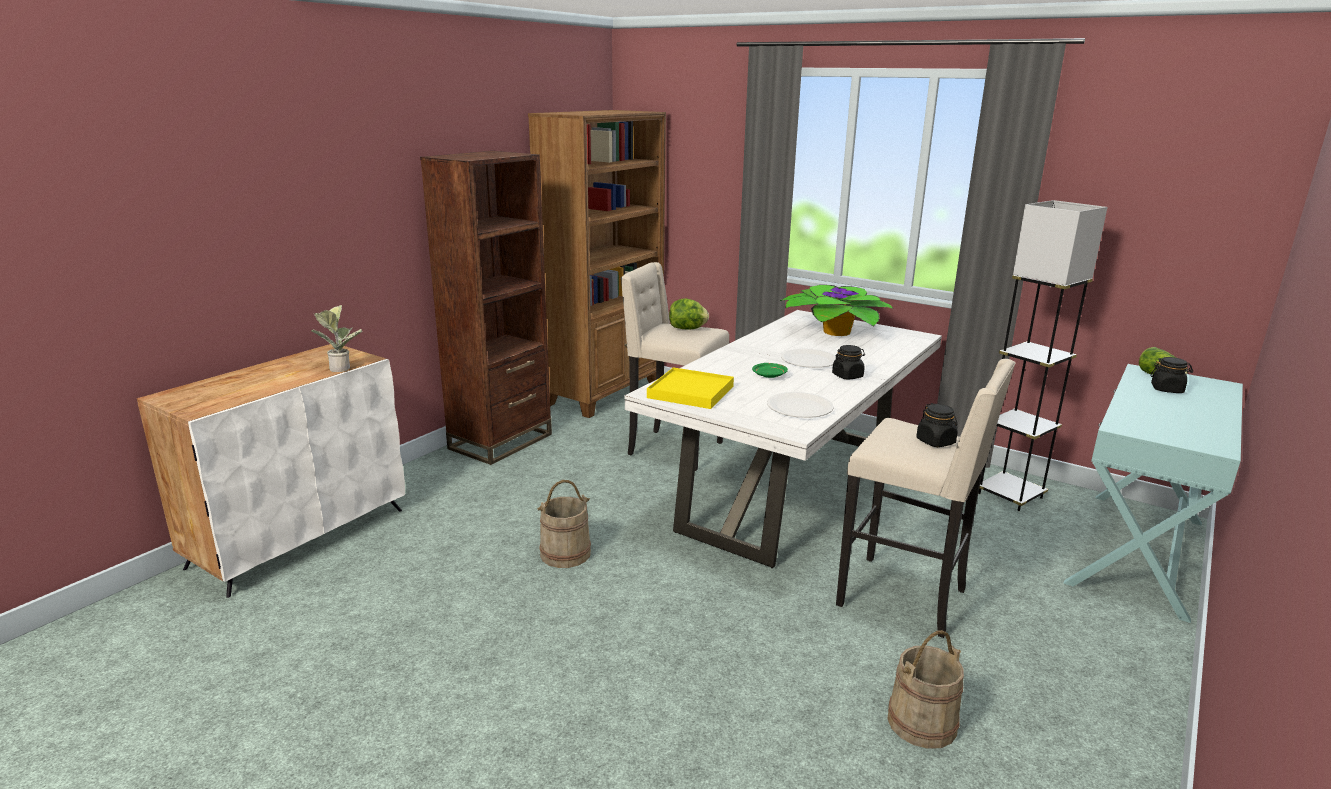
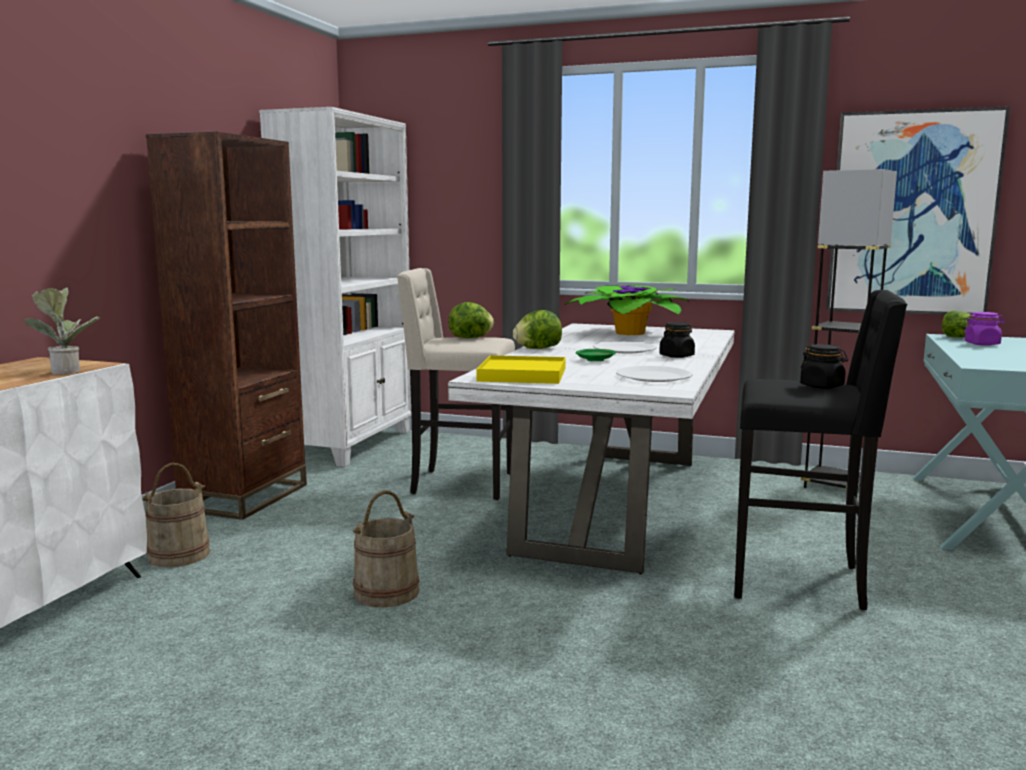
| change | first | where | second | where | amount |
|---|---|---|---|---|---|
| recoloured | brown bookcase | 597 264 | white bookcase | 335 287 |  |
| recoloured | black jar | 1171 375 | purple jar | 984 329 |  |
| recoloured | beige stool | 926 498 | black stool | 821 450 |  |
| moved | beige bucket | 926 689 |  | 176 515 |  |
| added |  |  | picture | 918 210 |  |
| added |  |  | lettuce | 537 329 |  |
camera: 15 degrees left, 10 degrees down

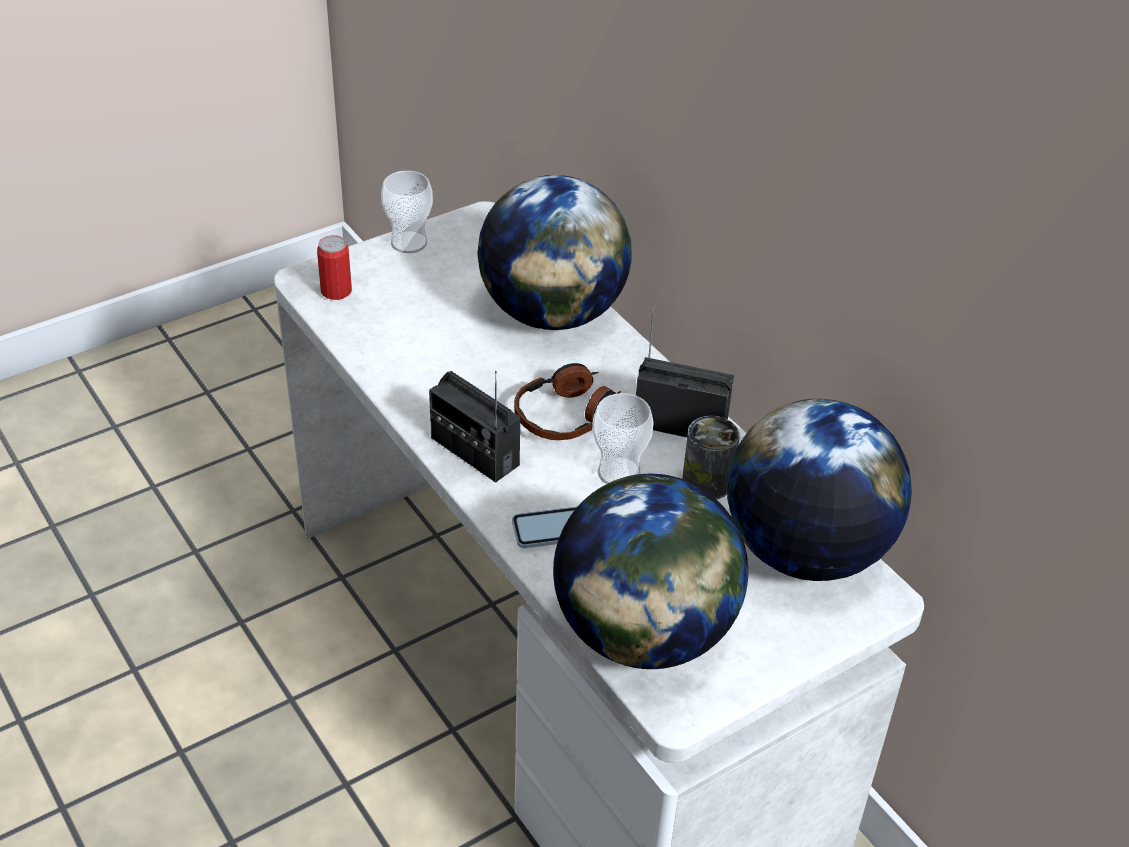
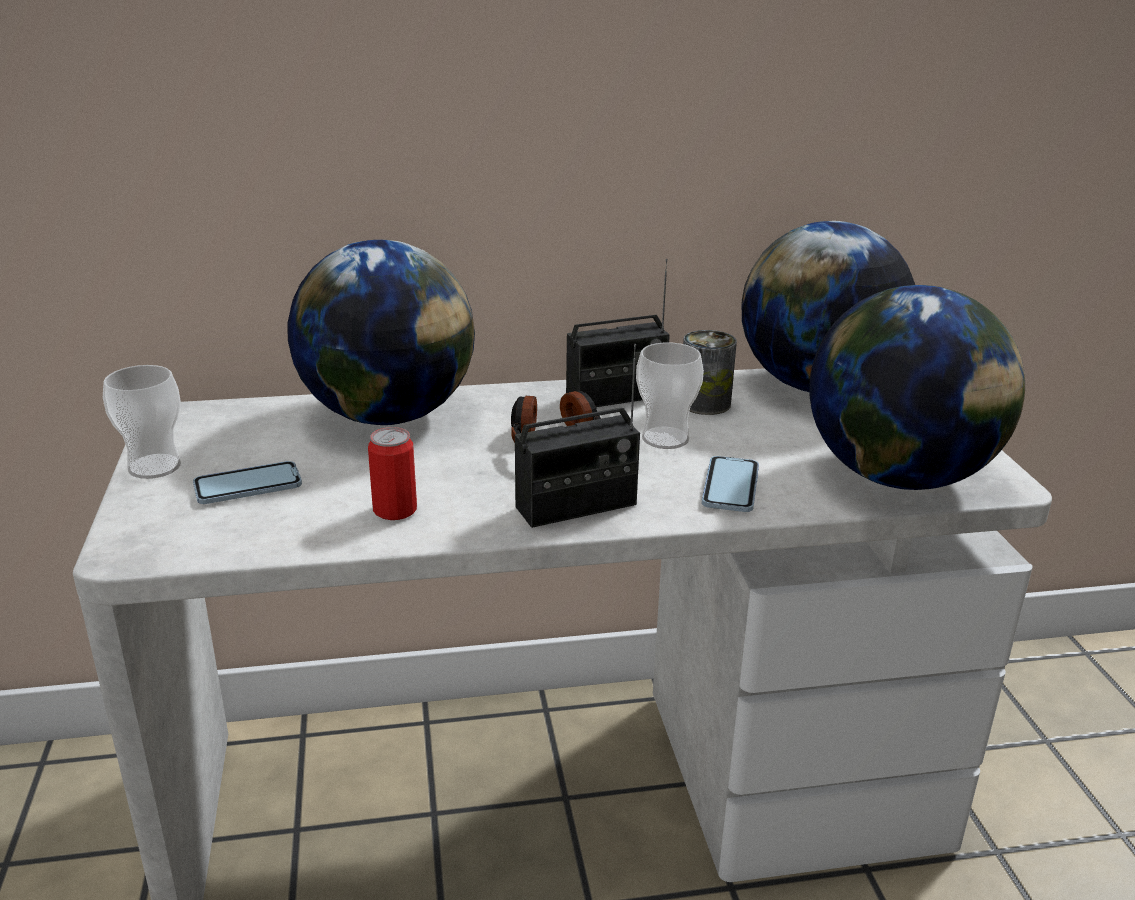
| change | first | where | second | where | amount |
|---|---|---|---|---|---|
| moved | can | 334 267 |  | 392 473 |  |
| turned | radio | 685 370 |  | 618 333 | 150 degrees counterclockwise |
| added |  |  | phone | 247 482 |  |
camera: 65 degrees left, 15 degrees down

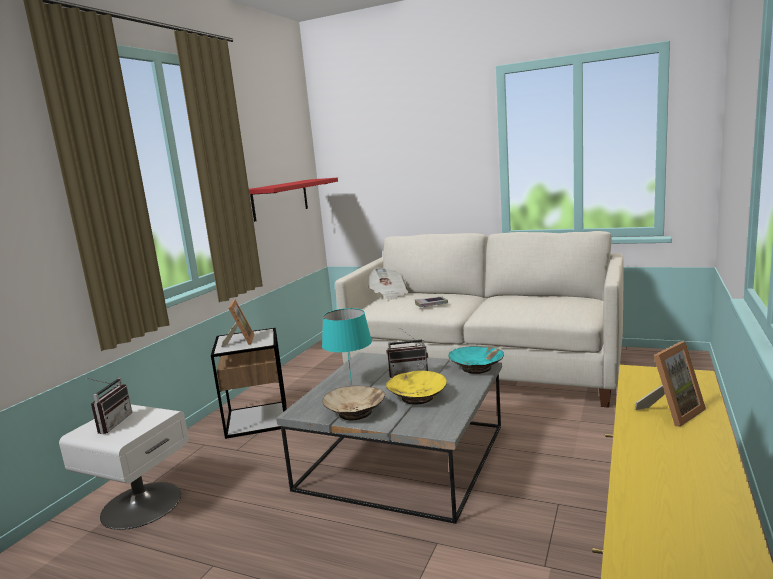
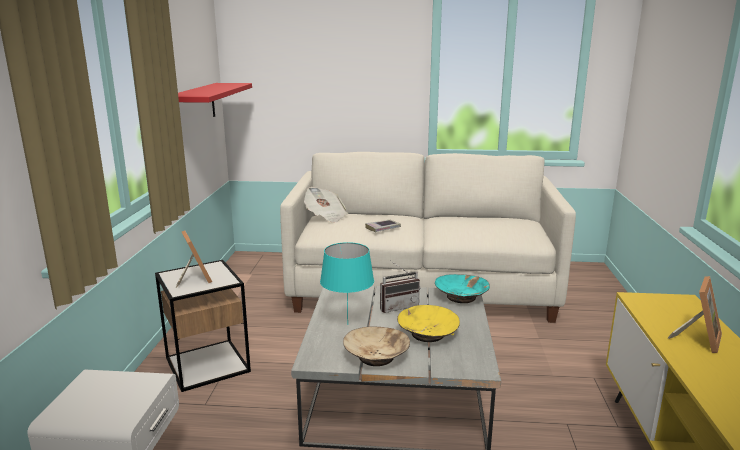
| change | first | where | second | where | amount |
|---|---|---|---|---|---|
| removed | radio | 109 406 |  |  |  |
camera: 20 degrees left, 5 degrees up

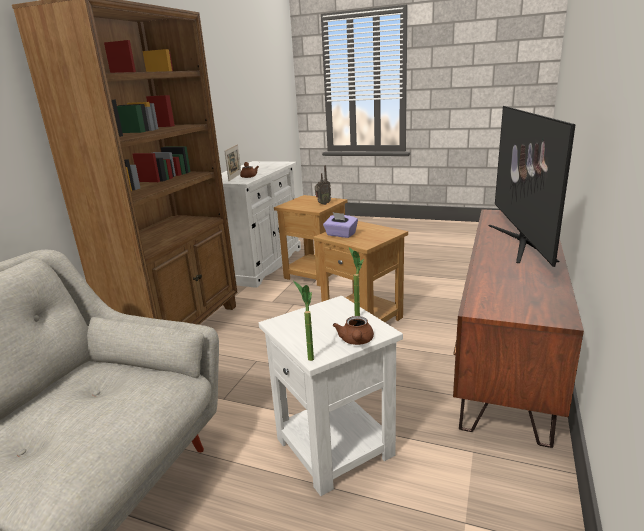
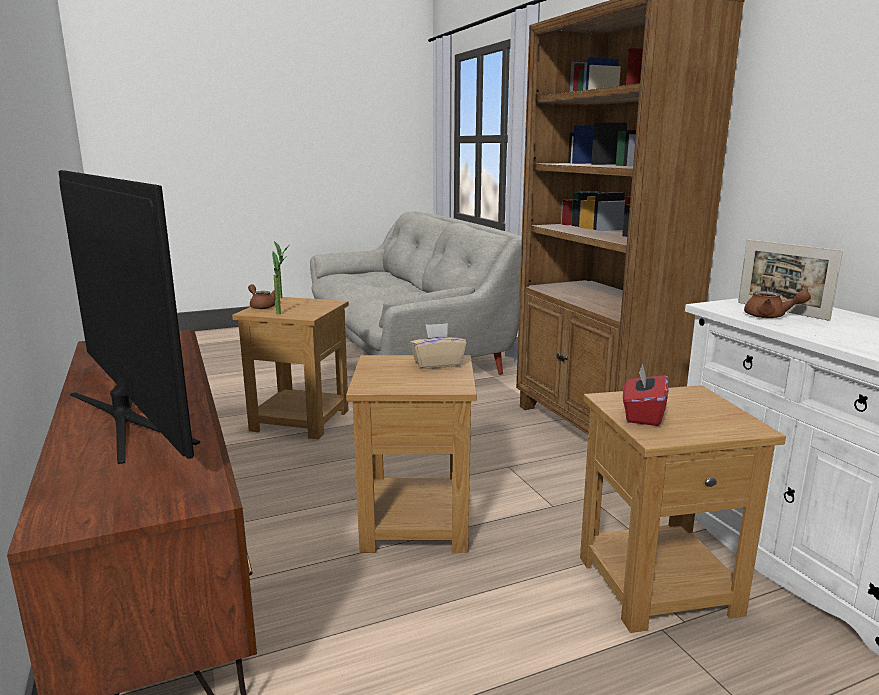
| change | first | where | second | where | amount |
|---|---|---|---|---|---|
| replaced | radio | 323 185 | red tissue box | 646 394 |  |
| recoloured | purple tissue box | 340 225 | beige tissue box | 438 346 |  |
| recoloured | white side table | 331 396 | brown side table | 290 368 |  |
camera: 135 degrees right, 5 degrees down

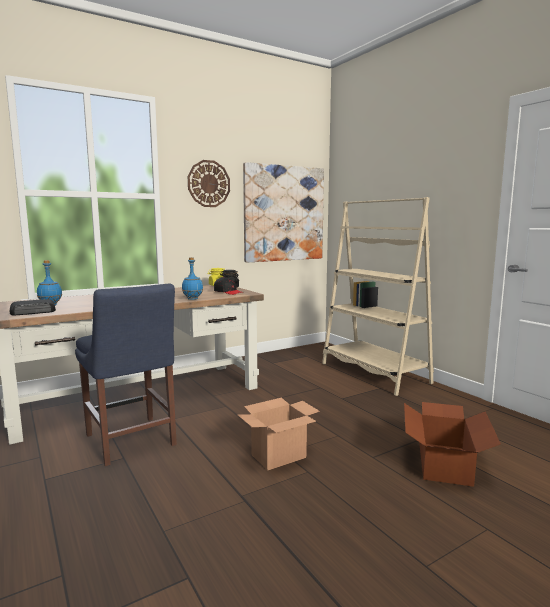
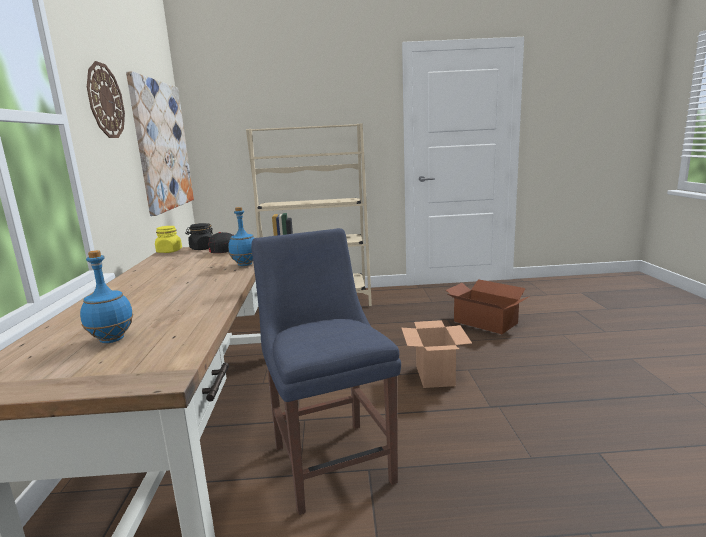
| change | first | where | second | where | amount |
|---|---|---|---|---|---|
| turned | blue chair | 126 375 |  | 326 371 | 105 degrees counterclockwise |
| removed | radio | 32 307 |  |  |  |
camera: 60 degrees left, 5 degrees up

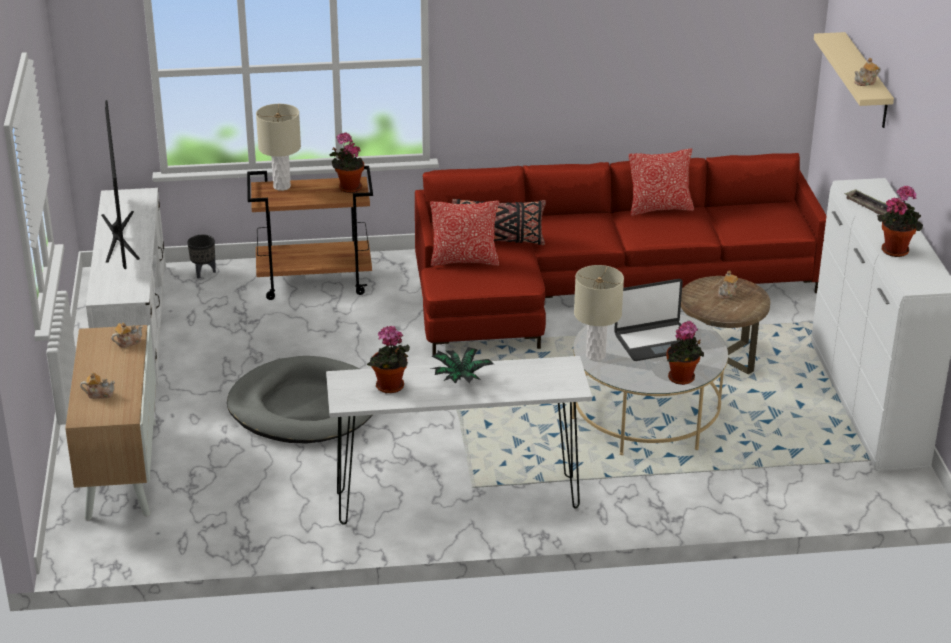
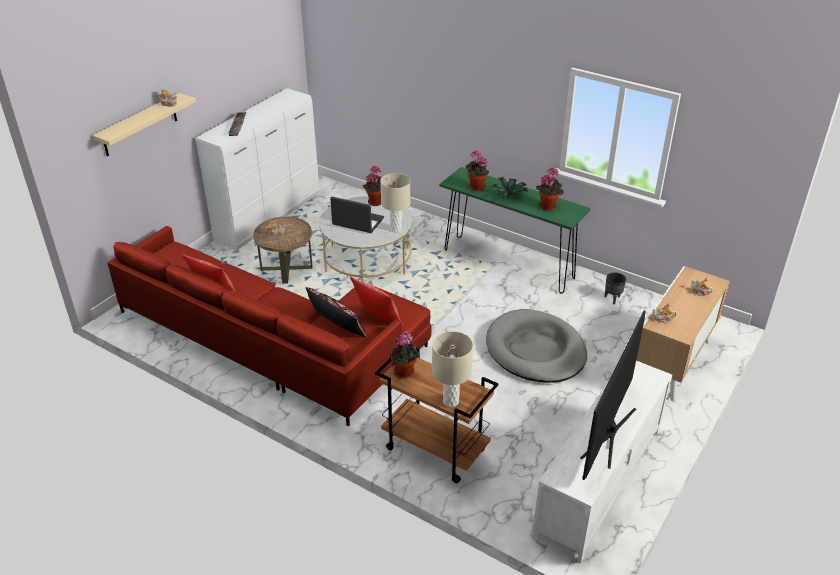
| change | first | where | second | where | amount |
|---|---|---|---|---|---|
| moved | potted plant | 900 221 |  | 477 170 |  |
| moved | black planter | 201 256 |  | 615 288 |  |
| recoloured | white console table | 459 440 | green console table | 515 230 |  |
camera: 140 degrees left, 5 degrees up

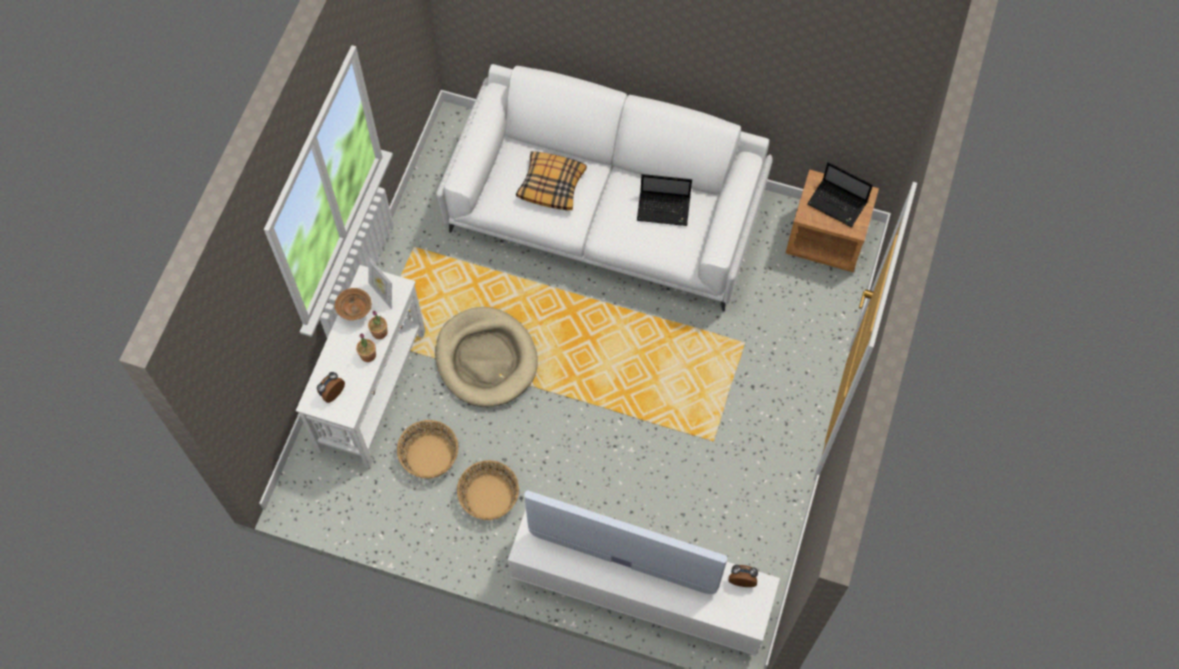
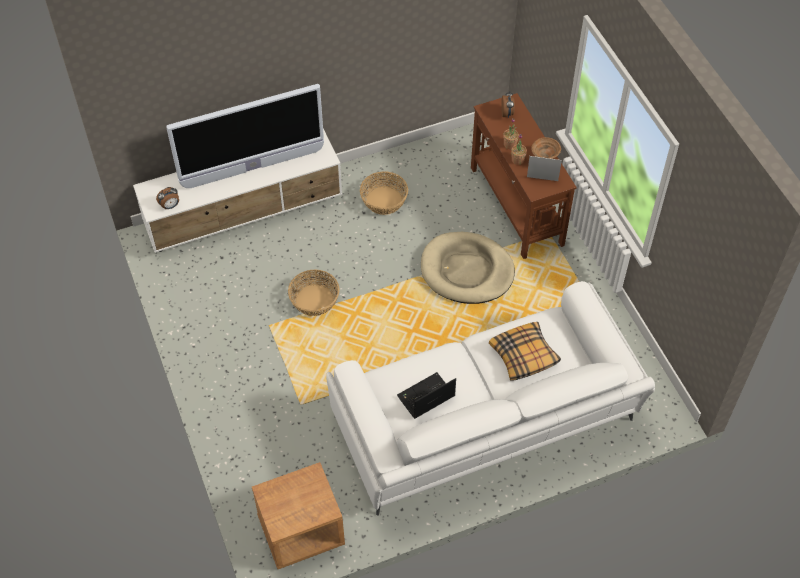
| change | first | where | second | where | amount |
|---|---|---|---|---|---|
| removed | laptop | 840 194 |  |  |  |
| recoloured | white console table | 361 366 | brown console table | 524 176 |  |
| moved | basket | 427 449 |  | 313 292 |  |
camera: 140 degrees right, 10 degrees down

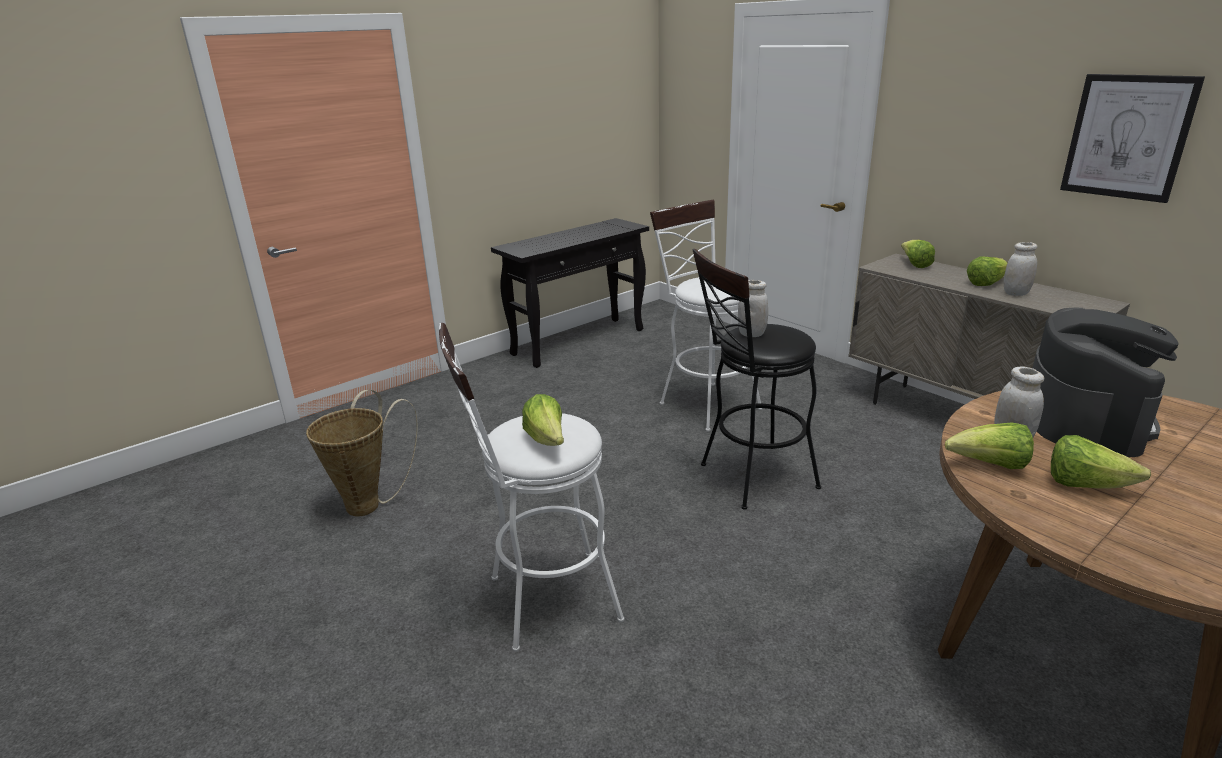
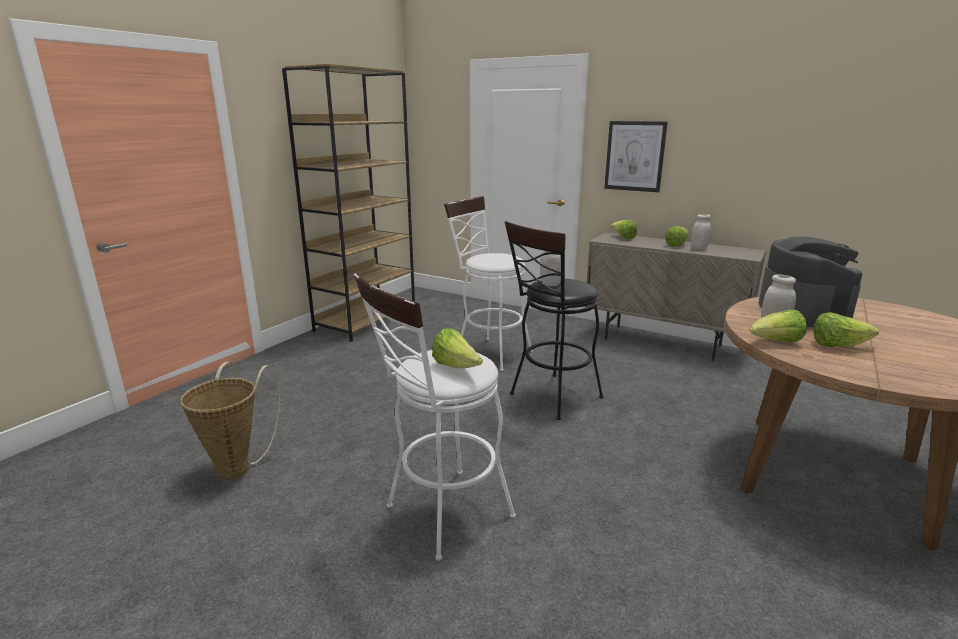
| change | first | where | second | where | amount |
|---|---|---|---|---|---|
| moved | picture | 1132 138 |  | 636 156 |  |
| replaced | black console table | 570 293 | brown bookcase | 348 203 |  |
camera: 20 degrees left, 5 degrees down

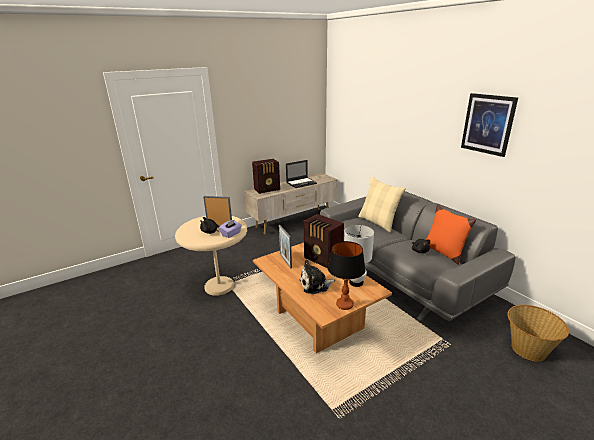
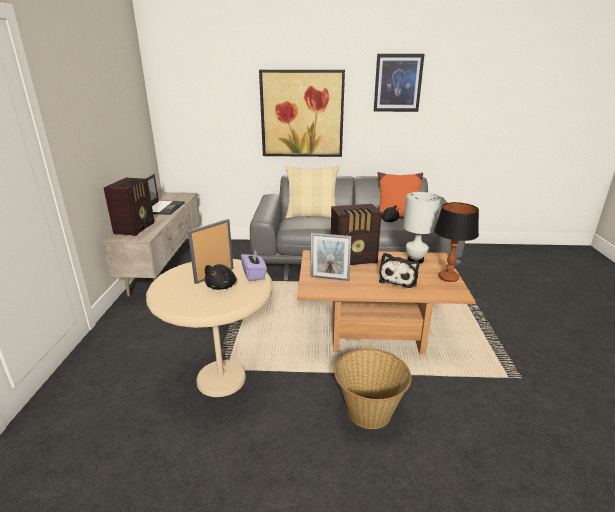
| change | first | where | second | where | amount |
|---|---|---|---|---|---|
| moved | basket | 538 333 |  | 372 388 |  |
| added |  |  | picture | 302 113 |  |
camera: 55 degrees left, 0 degrees up

